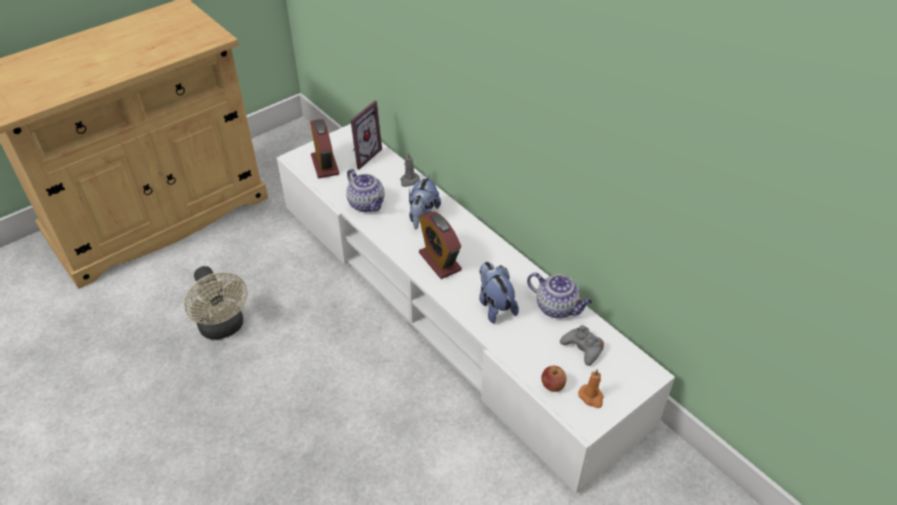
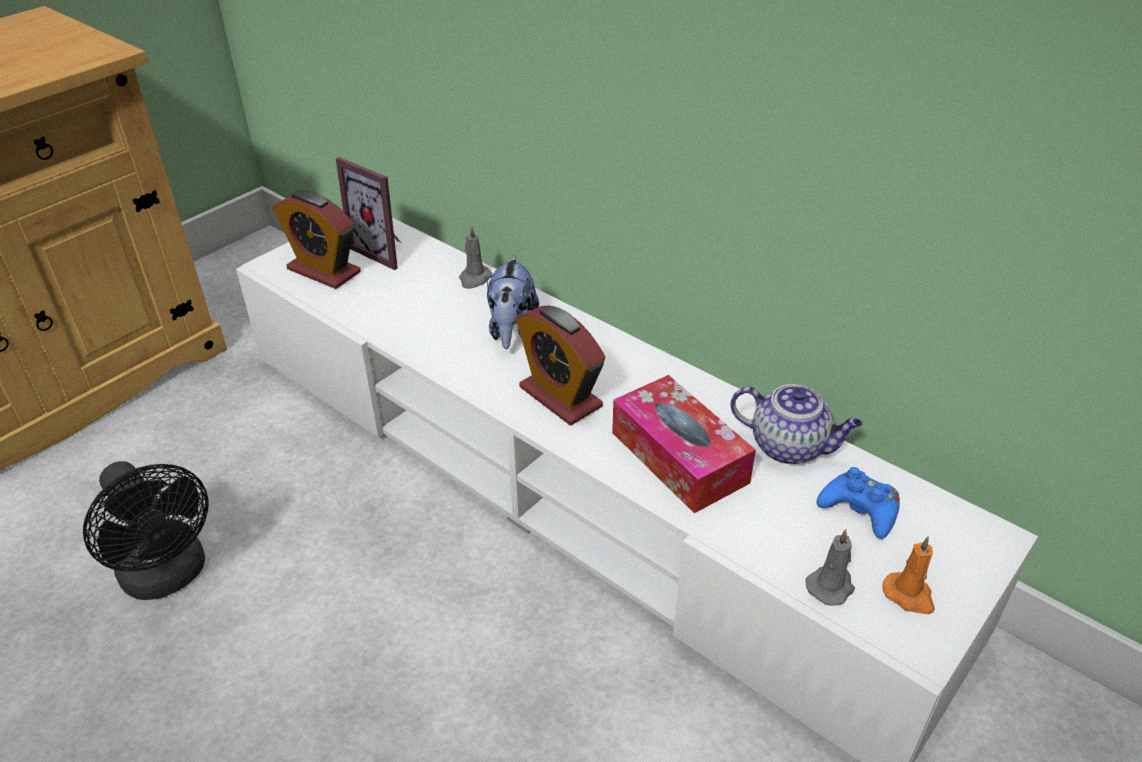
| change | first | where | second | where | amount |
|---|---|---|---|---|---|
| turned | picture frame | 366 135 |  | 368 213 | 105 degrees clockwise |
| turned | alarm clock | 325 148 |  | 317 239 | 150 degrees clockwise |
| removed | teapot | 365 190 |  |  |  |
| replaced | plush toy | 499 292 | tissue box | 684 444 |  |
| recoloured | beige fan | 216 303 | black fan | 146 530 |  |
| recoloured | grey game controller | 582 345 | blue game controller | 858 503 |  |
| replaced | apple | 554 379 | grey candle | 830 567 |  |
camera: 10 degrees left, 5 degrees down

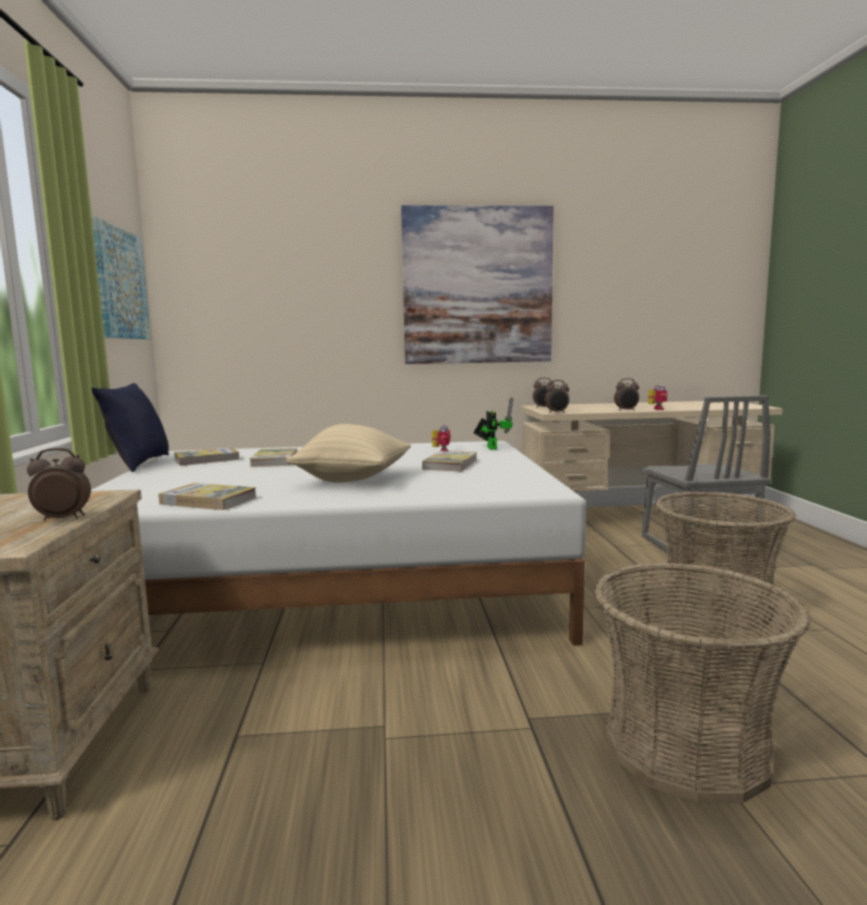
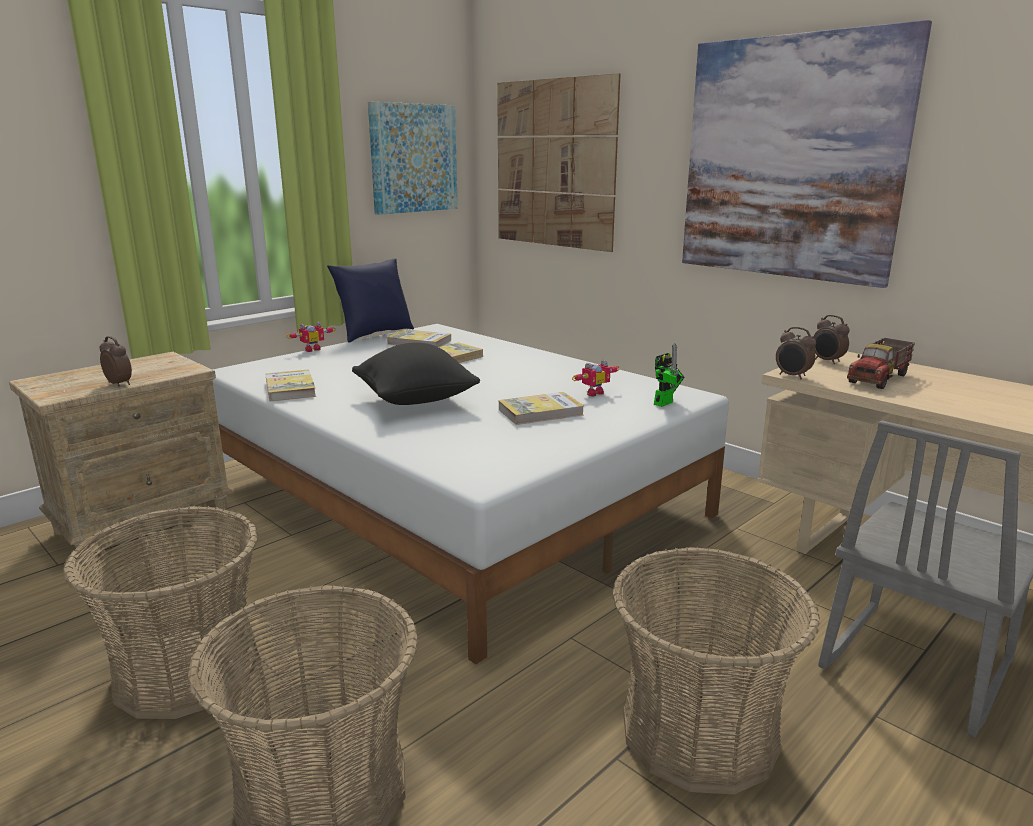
| change | first | where | second | where | amount |
|---|---|---|---|---|---|
| removed | alarm clock | 626 394 |  |  |  |
| moved | toy robot | 657 397 |  | 311 336 |  |
| recoloured | beige pillow | 348 453 | black pillow | 416 373 |  |
| added |  |  | picture | 558 162 |  |
| added |  |  | toy truck | 881 363 |  |
| added |  |  | basket | 160 612 |  |
camera: 50 degrees right, 10 degrees up

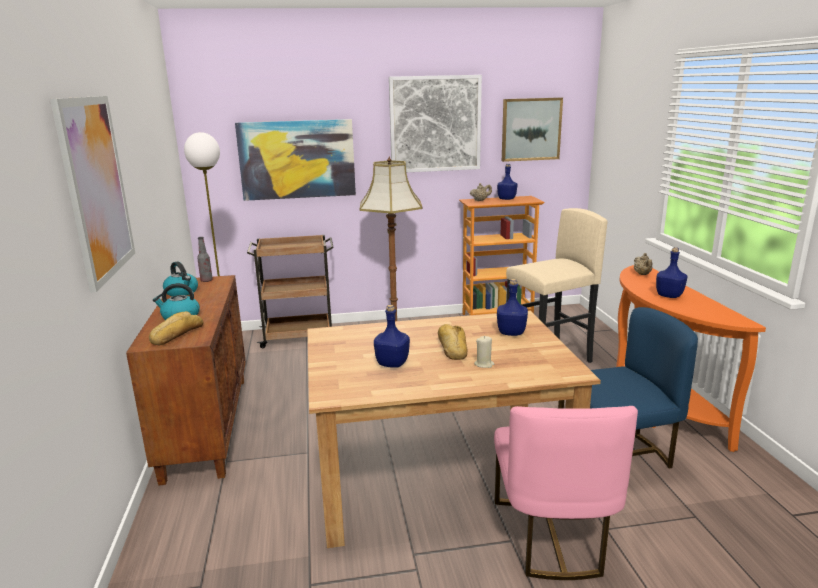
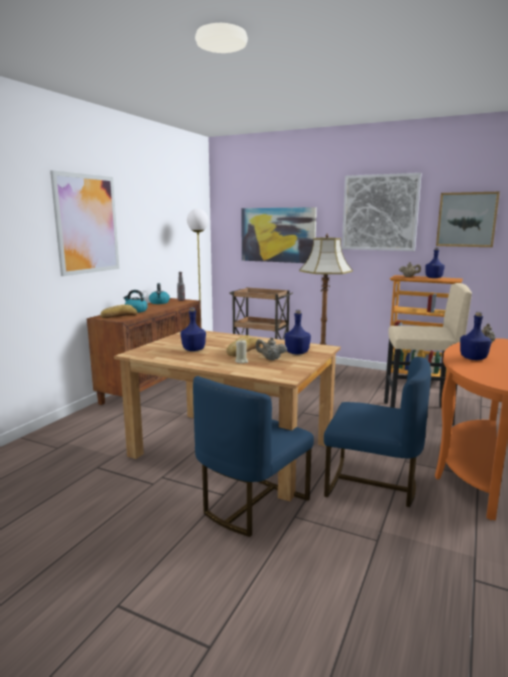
| change | first | where | second | where | amount |
|---|---|---|---|---|---|
| recoloured | pink chair | 566 493 | blue chair | 253 456 |  |
| added |  |  | beige teapot | 271 348 |  |
camera: 35 degrees right, 5 degrees down

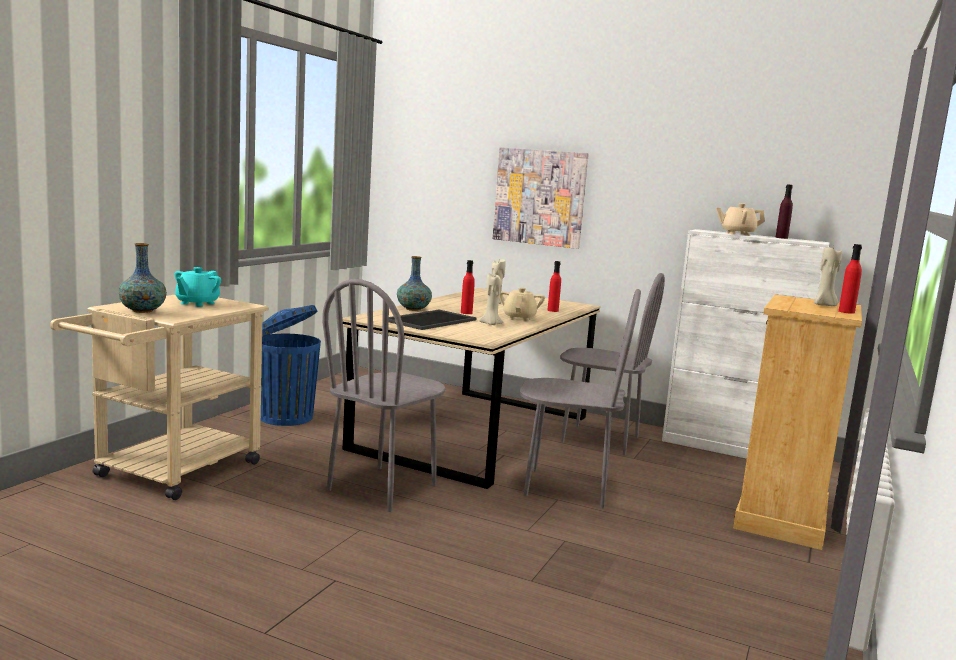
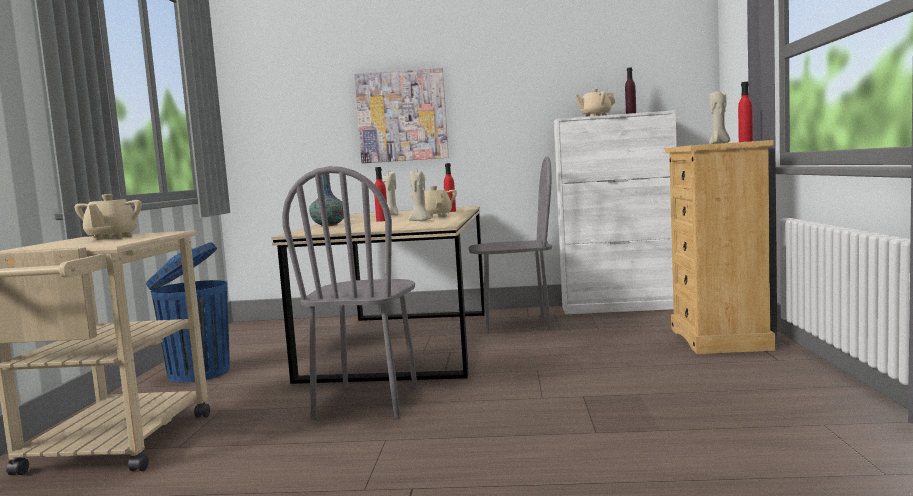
| change | first | where | second | where | amount |
|---|---|---|---|---|---|
| removed | vase | 143 278 |  |  |  |
| recoloured | turquoise teapot | 198 287 | beige teapot | 108 217 |  |
| removed | grey chair | 580 398 |  |  |  |
| removed | tray | 433 320 |  |  |  |
camera: 20 degrees left, 5 degrees down

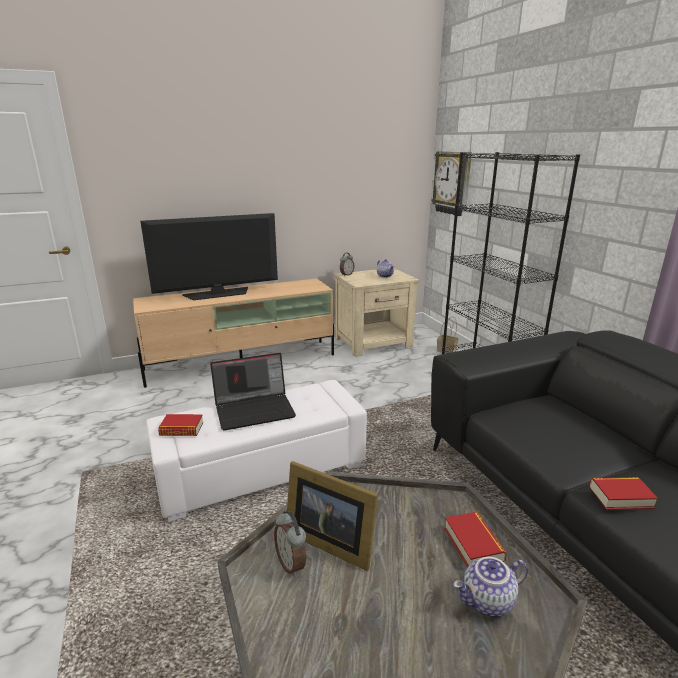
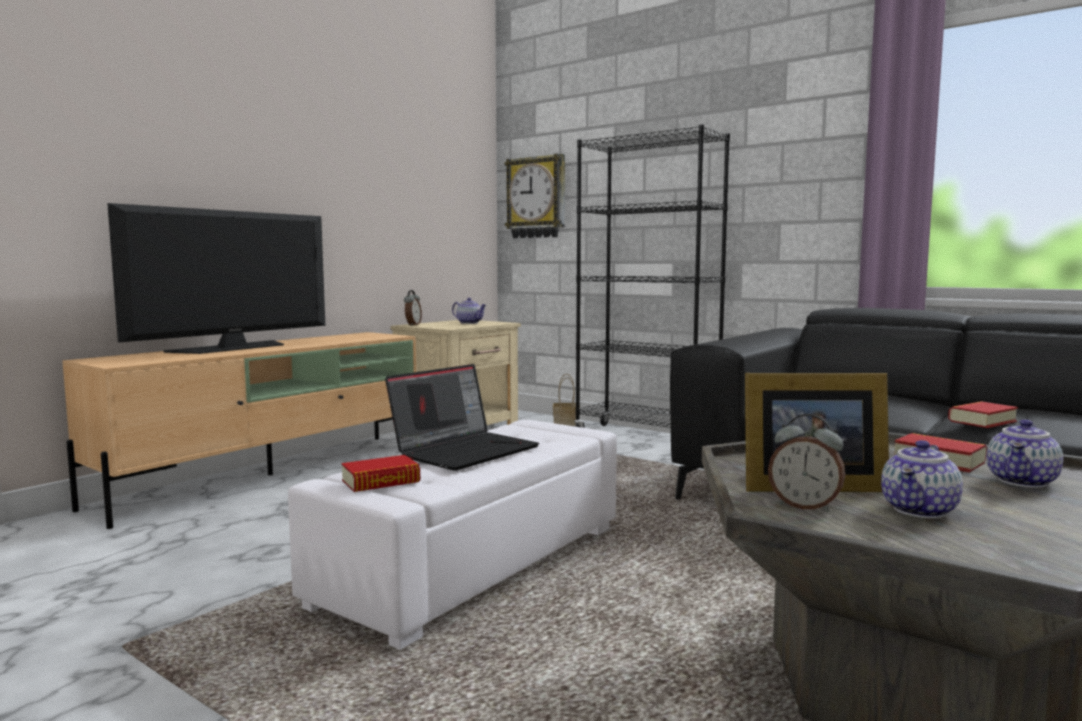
| change | first | where | second | where | amount |
|---|---|---|---|---|---|
| added |  |  | teapot | 922 479 |  |
camera: 30 degrees left, 15 degrees down

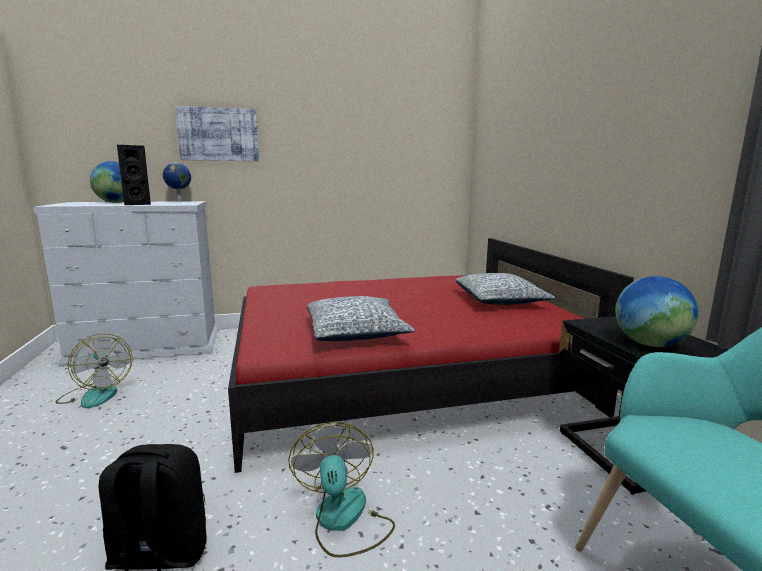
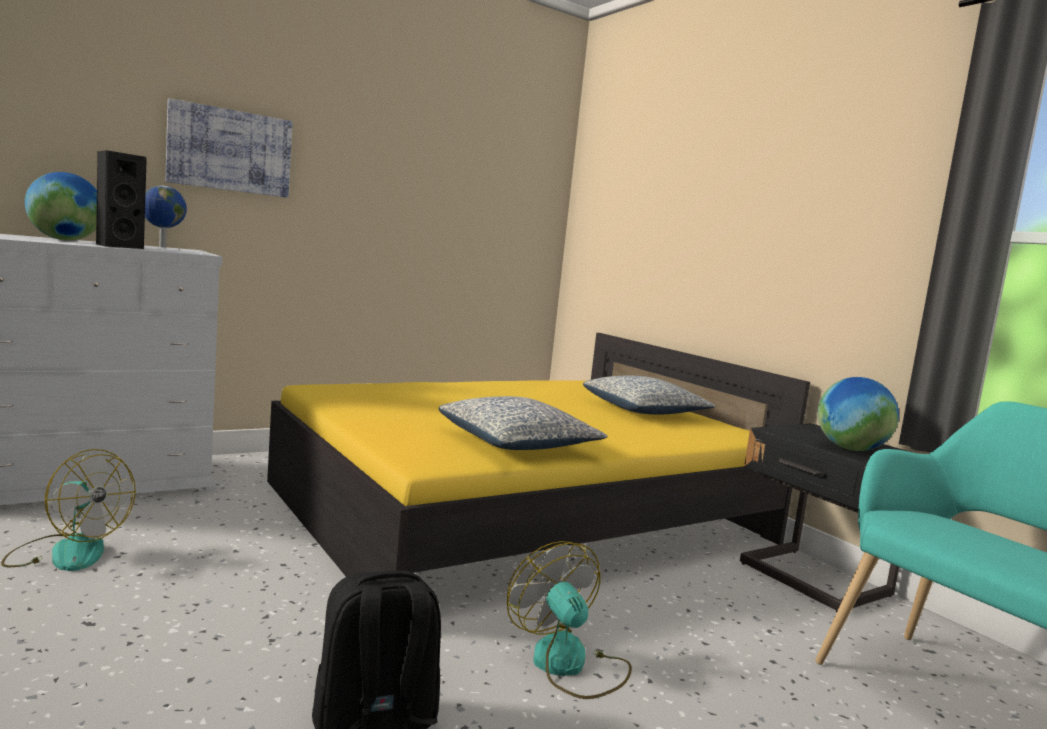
| change | first | where | second | where | amount |
|---|---|---|---|---|---|
| recoloured | red bed | 431 355 | yellow bed | 538 455 |  |
camera: 20 degrees left, 5 degrees down

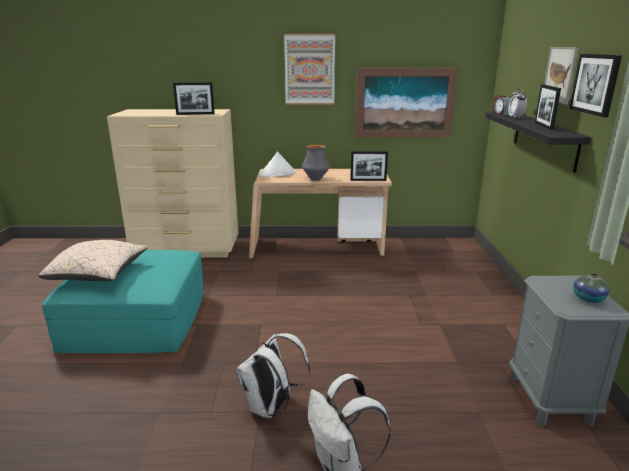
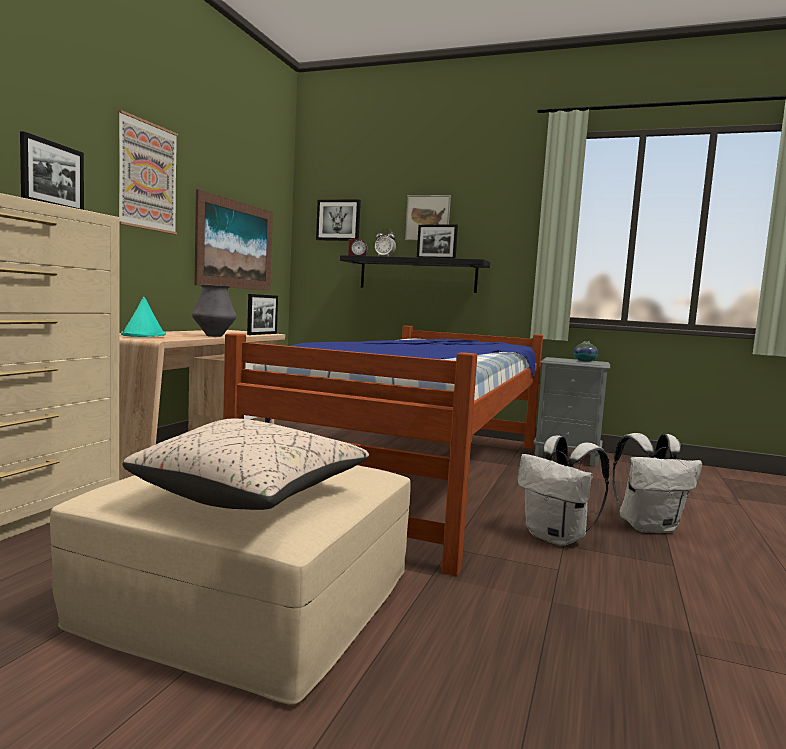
| change | first | where | second | where | amount |
|---|---|---|---|---|---|
| moved | picture | 595 85 |  | 338 220 |  |
| recoloured | white hat | 277 164 | turquoise hat | 143 317 |  |
| recoloured | turquoise ottoman | 123 301 | beige ottoman | 230 584 |  |
| added |  |  | bed | 383 450 |  |
camera: 70 degrees left, 15 degrees down

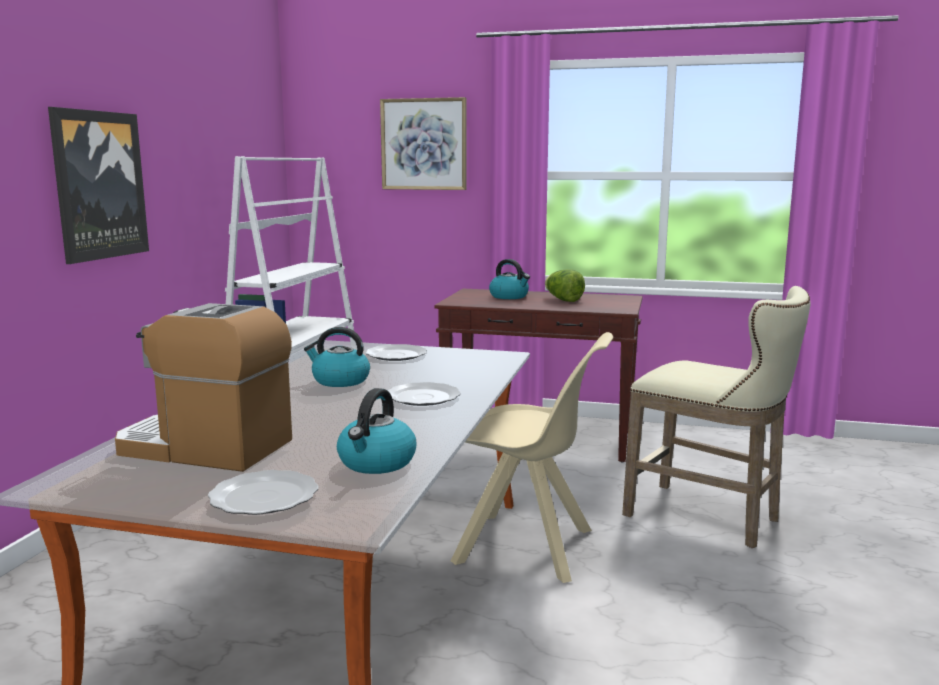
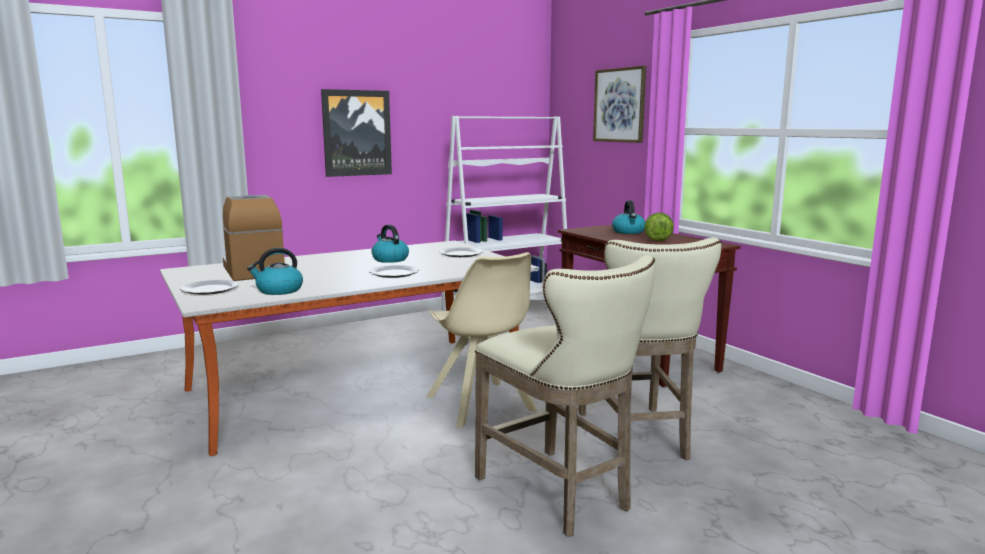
| change | first | where | second | where | amount |
|---|---|---|---|---|---|
| added |  |  | beige stool | 565 396 |  |
camera: 45 degrees right, 0 degrees up

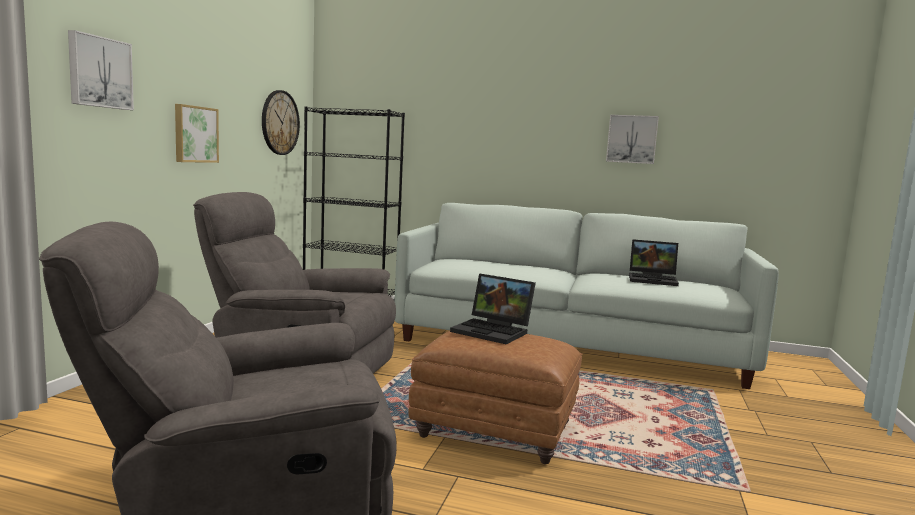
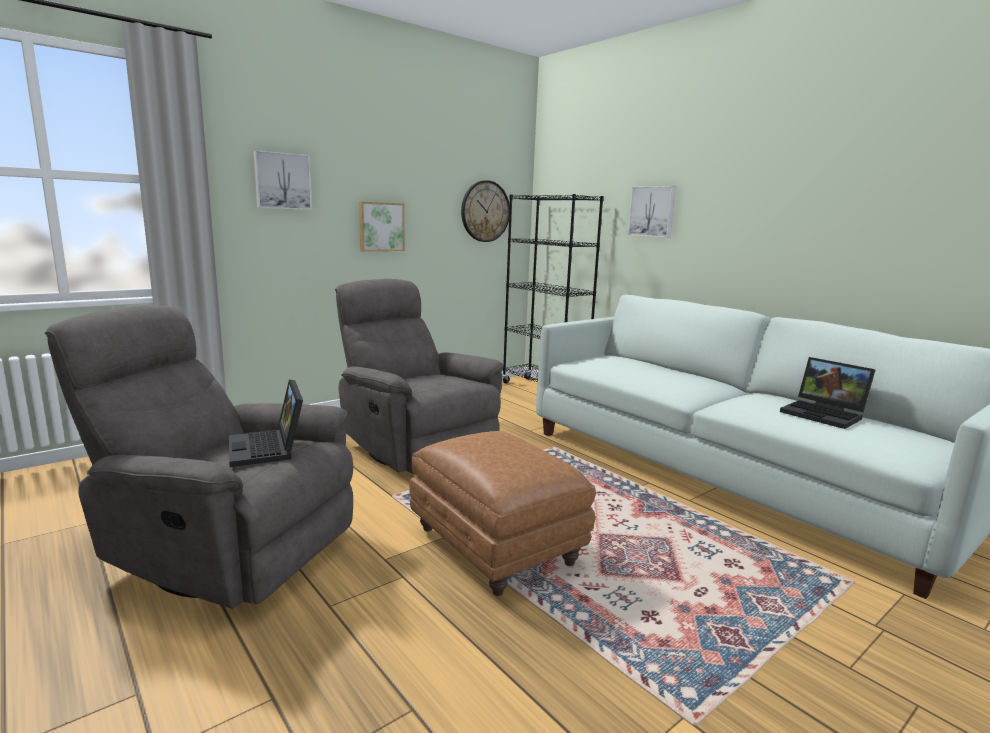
| change | first | where | second | where | amount |
|---|---|---|---|---|---|
| moved | picture | 632 139 |  | 652 211 |  |
| moved | laptop | 493 309 |  | 266 423 |  |
camera: 35 degrees right, 5 degrees up

